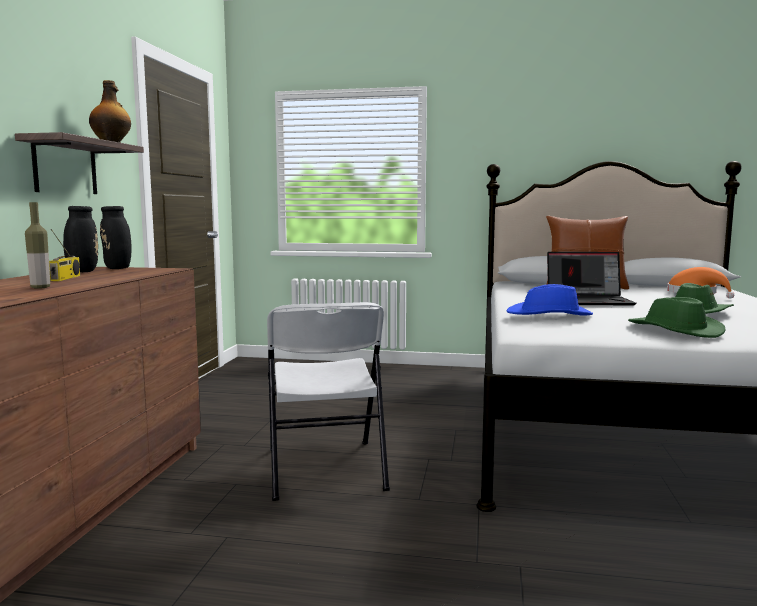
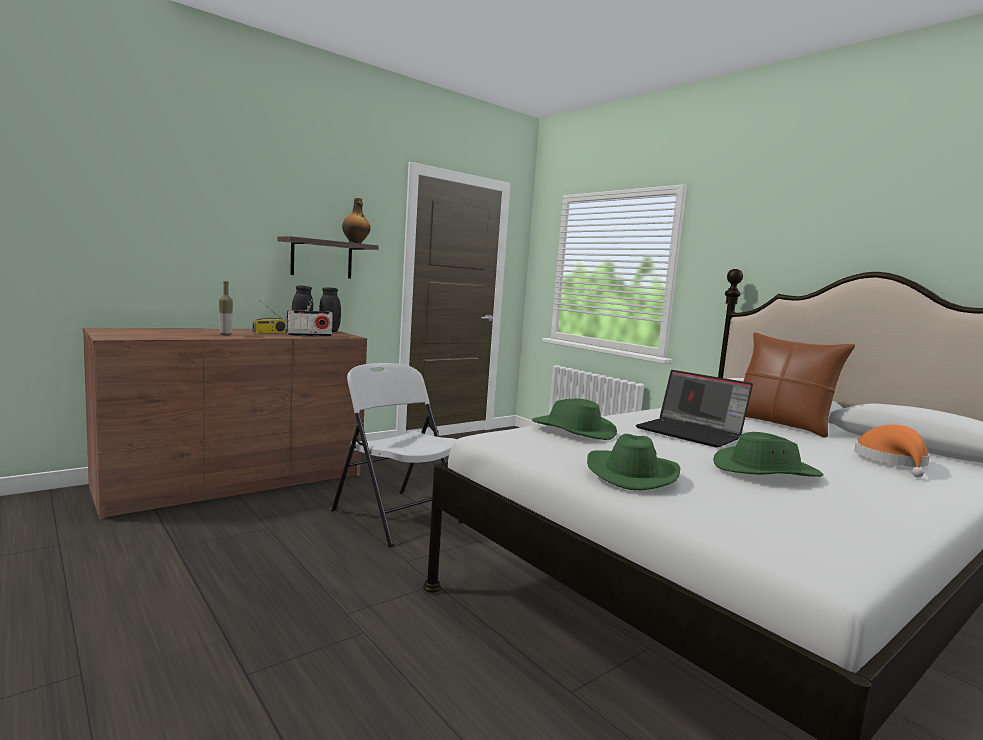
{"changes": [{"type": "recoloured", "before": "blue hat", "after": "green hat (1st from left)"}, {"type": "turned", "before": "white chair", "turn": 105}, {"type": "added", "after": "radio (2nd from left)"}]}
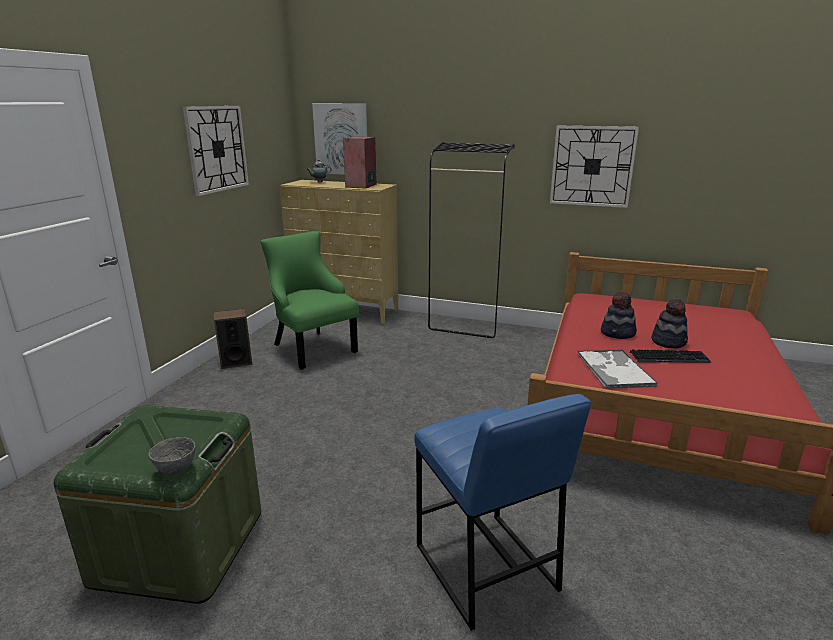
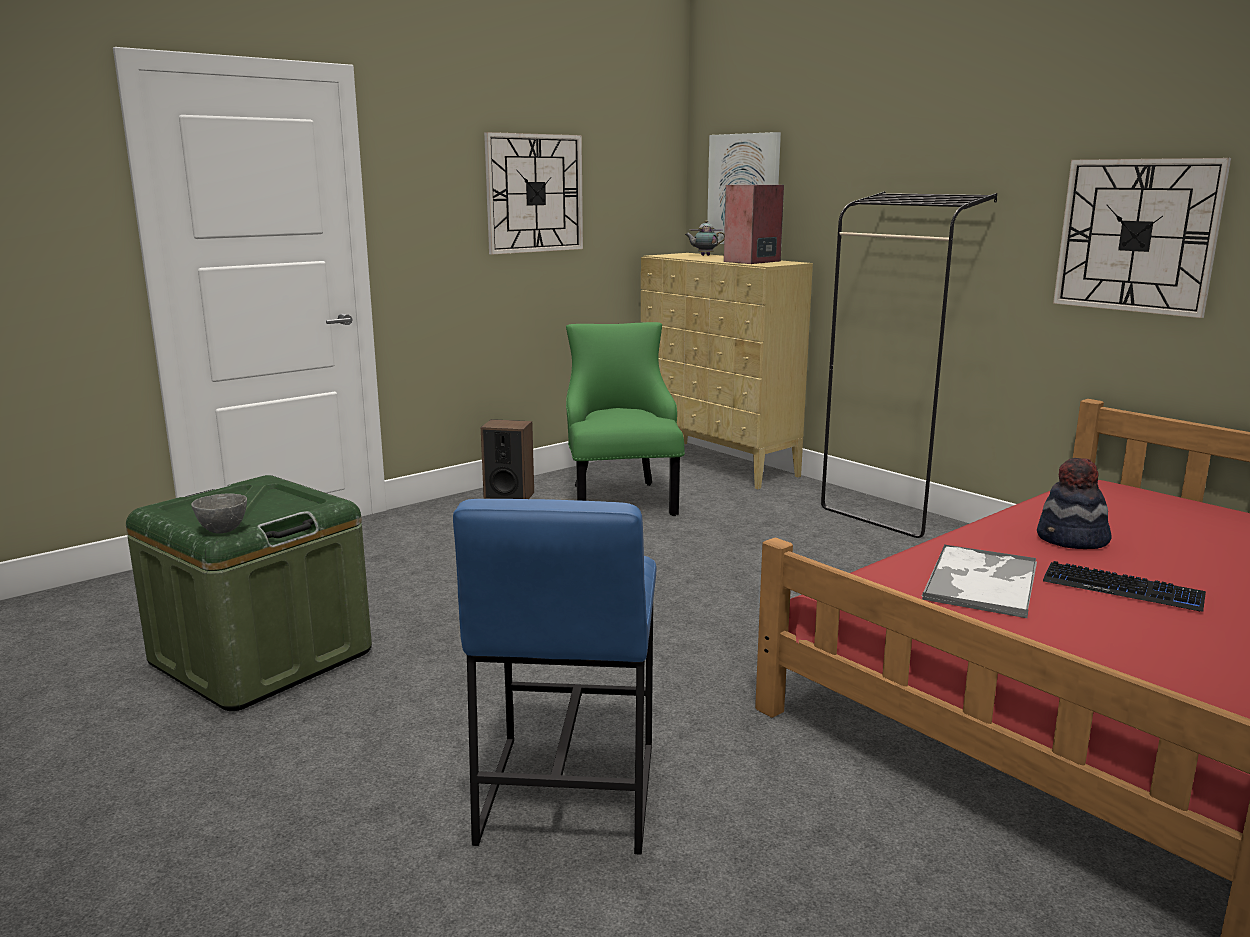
{"changes": [{"type": "removed", "before": "hat (2nd from left)"}]}
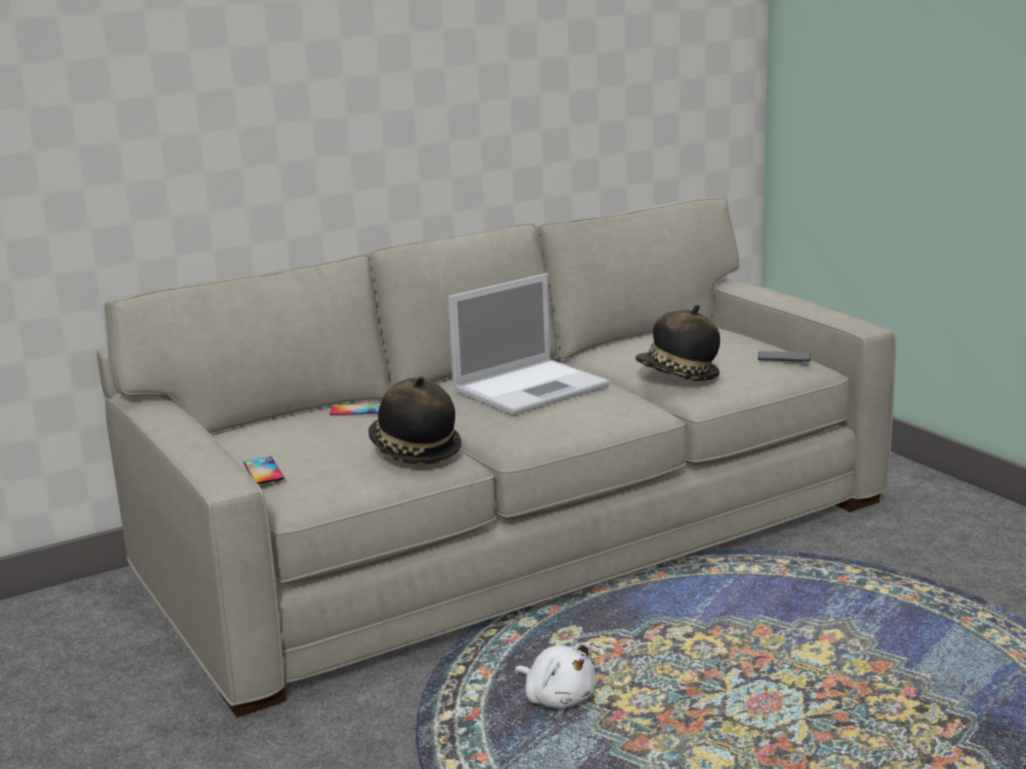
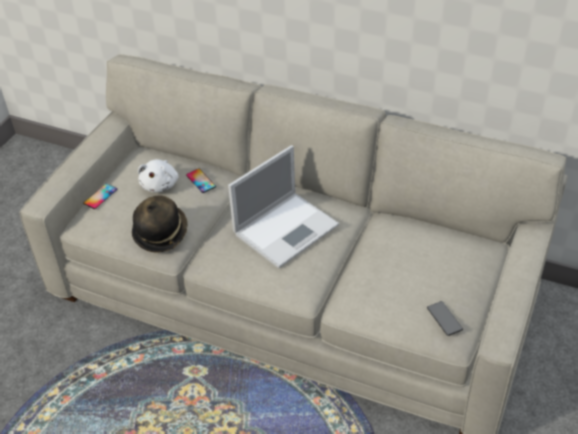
{"changes": [{"type": "turned", "before": "laptop", "turn": -60}, {"type": "removed", "before": "hat (2nd from left)"}, {"type": "moved", "before": "white plush toy"}]}
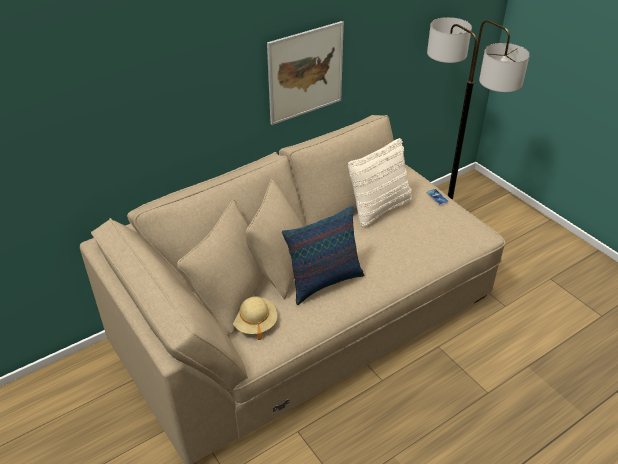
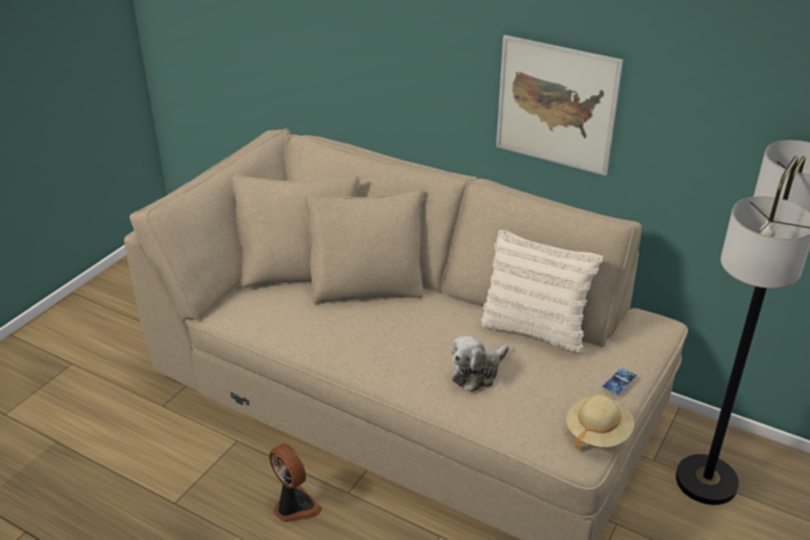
{"changes": [{"type": "removed", "before": "blue pillow"}, {"type": "moved", "before": "beige hat"}, {"type": "added", "after": "plush toy"}, {"type": "added", "after": "fan"}]}
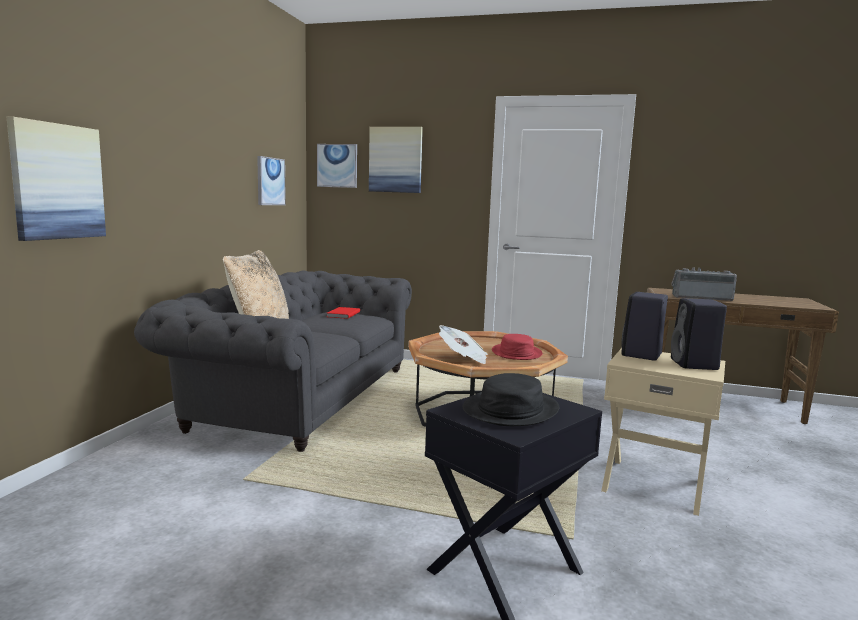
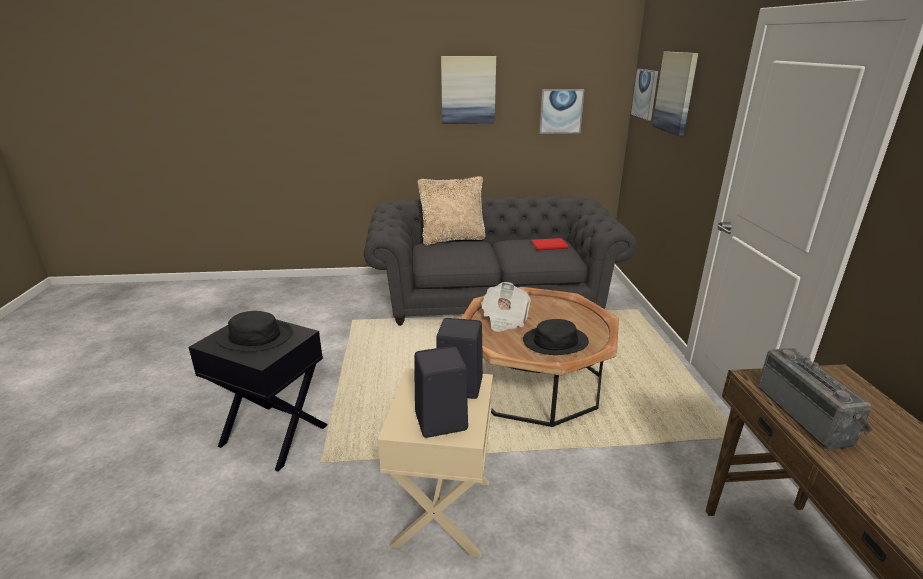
{"changes": [{"type": "moved", "before": "picture (1st from left)"}, {"type": "recoloured", "before": "red hat", "after": "black hat (2nd from left)"}]}
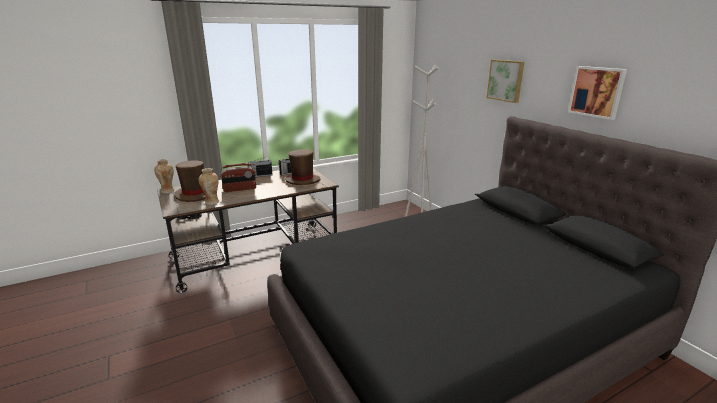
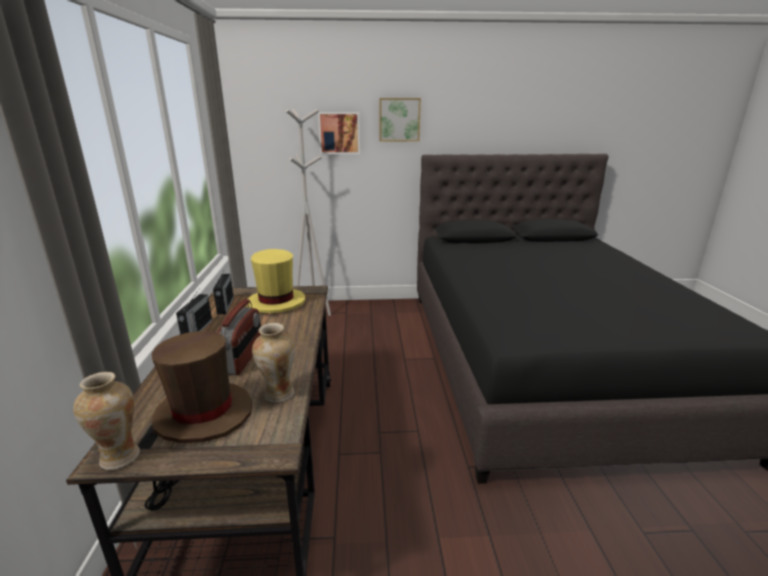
{"changes": [{"type": "moved", "before": "picture (2nd from left in the first image)", "after": "picture (1st from left)"}, {"type": "recoloured", "before": "brown hat (2nd from left)", "after": "yellow hat"}]}
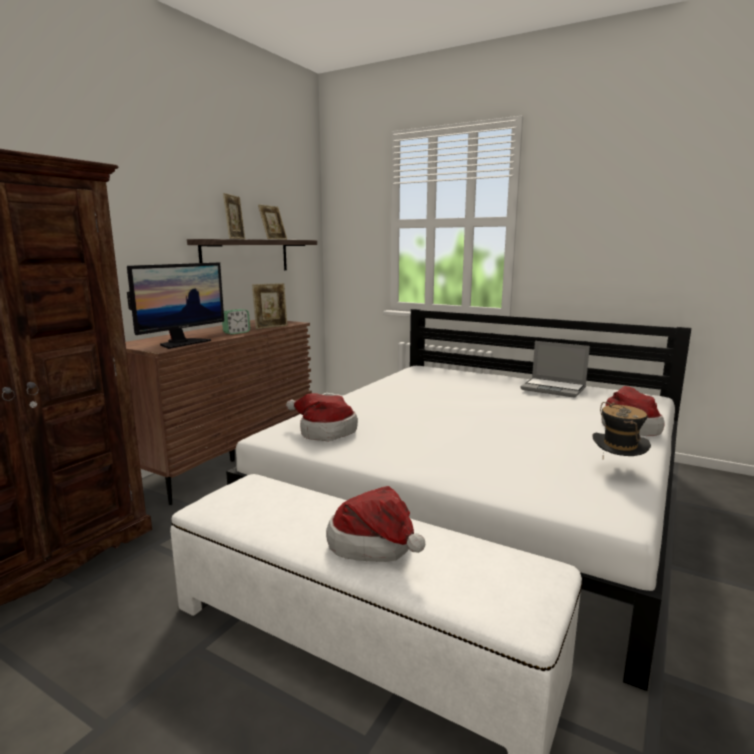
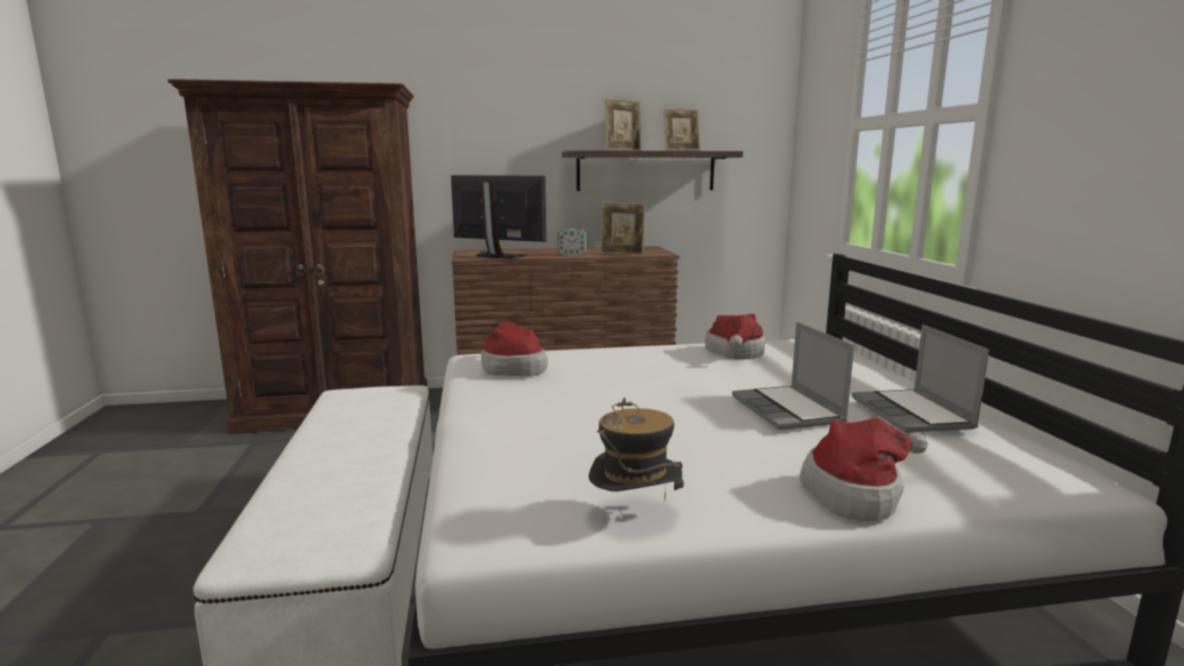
{"changes": [{"type": "turned", "before": "monitor", "turn": -150}, {"type": "moved", "before": "hat (2nd from left in the first image)", "after": "hat (3rd from left)"}, {"type": "added", "after": "laptop (1st from left)"}]}
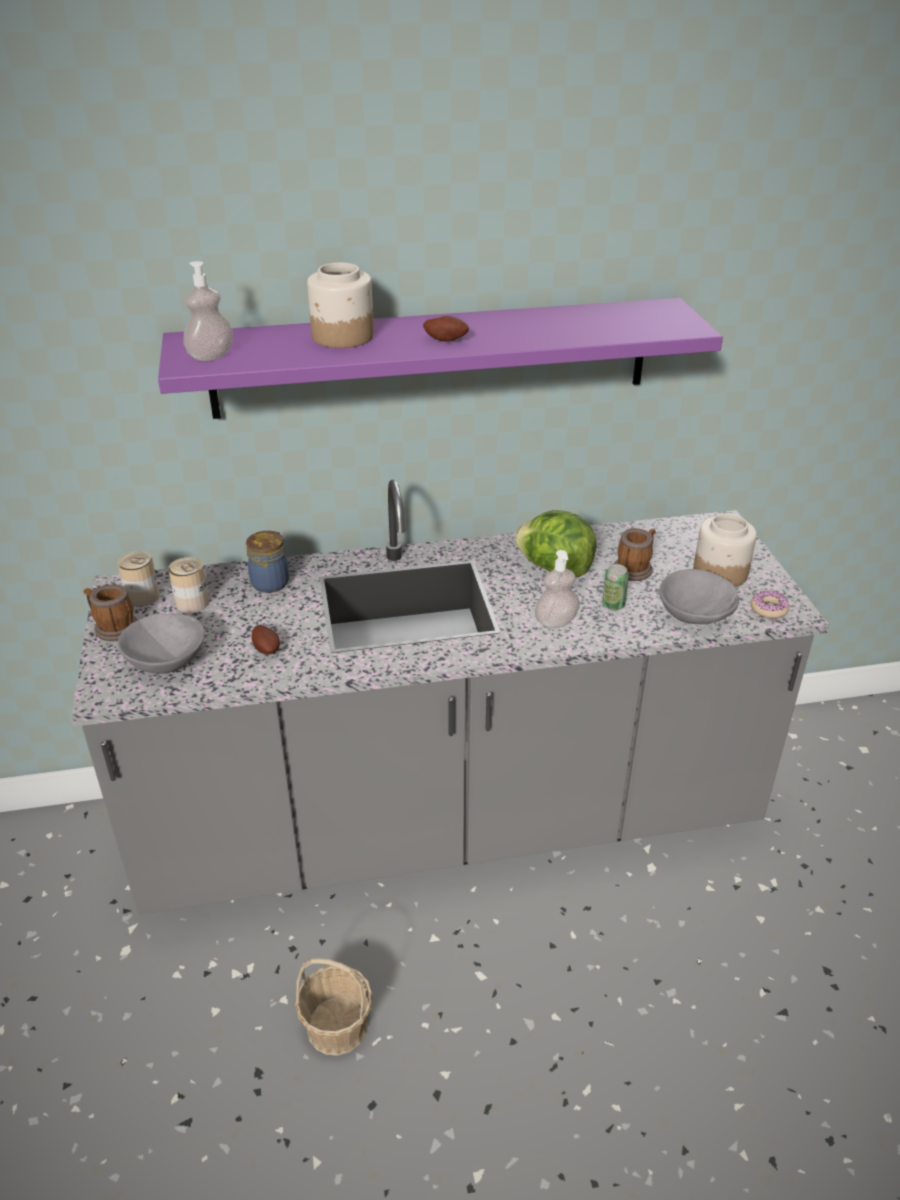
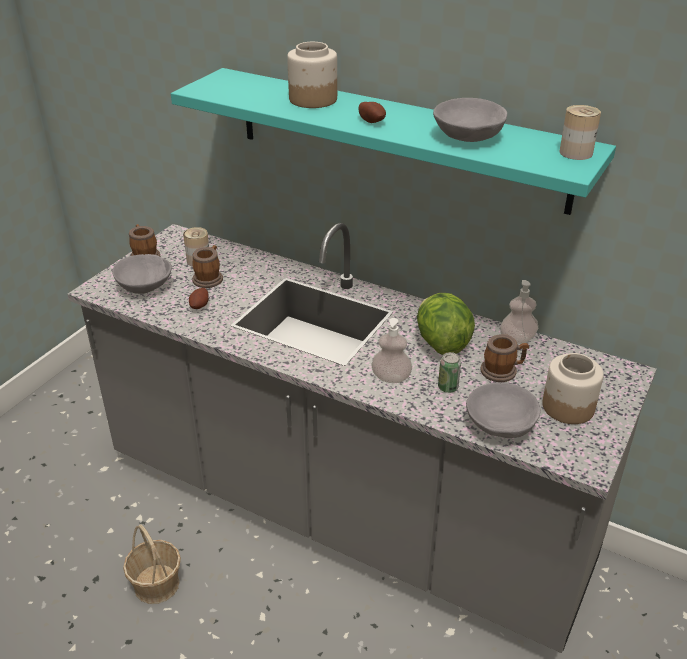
{"changes": [{"type": "moved", "before": "soap dispenser (1st from left in the first image)", "after": "soap dispenser (2nd from left)"}, {"type": "recoloured", "before": "purple shelf", "after": "turquoise shelf"}, {"type": "removed", "before": "jar (1st from left)"}, {"type": "moved", "before": "can (1st from left in the first image)", "after": "can (3rd from left)"}, {"type": "removed", "before": "donut"}, {"type": "added", "after": "grey bowl (2nd from left)"}, {"type": "added", "after": "mug (2nd from left)"}]}
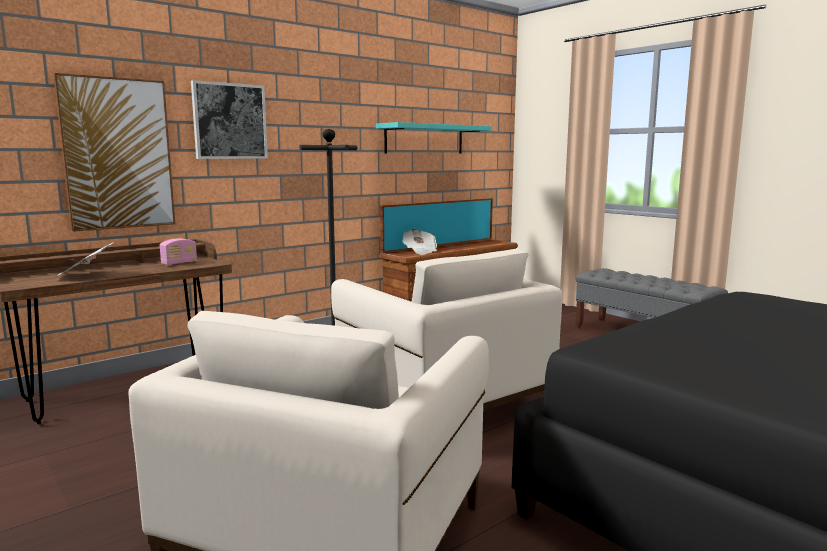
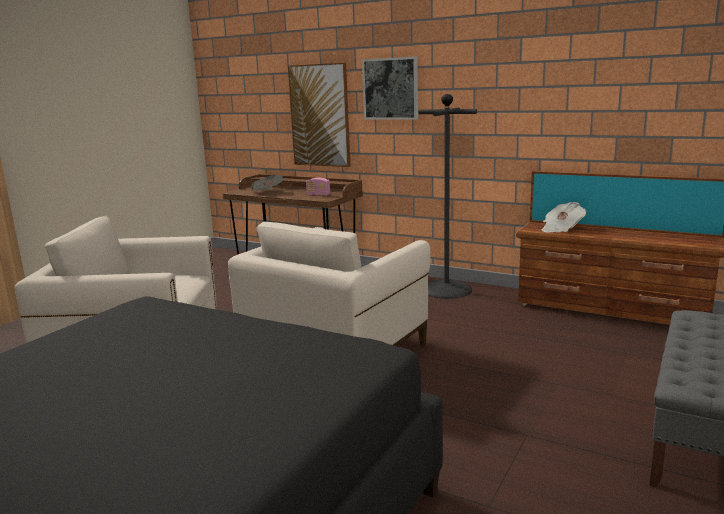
{"changes": [{"type": "removed", "before": "turquoise shelf"}]}
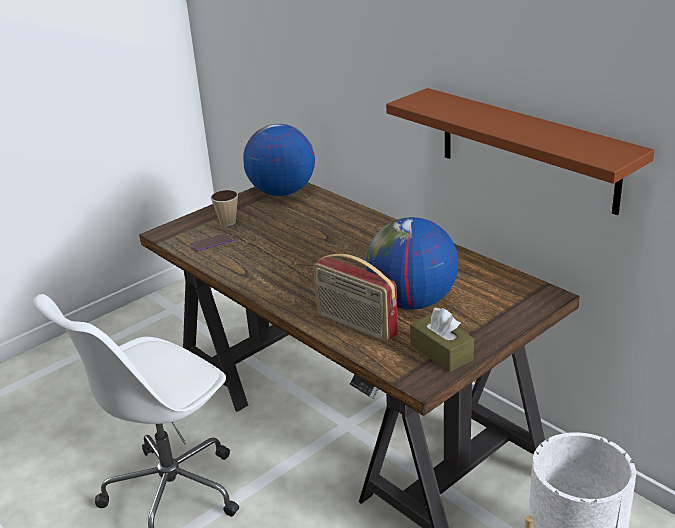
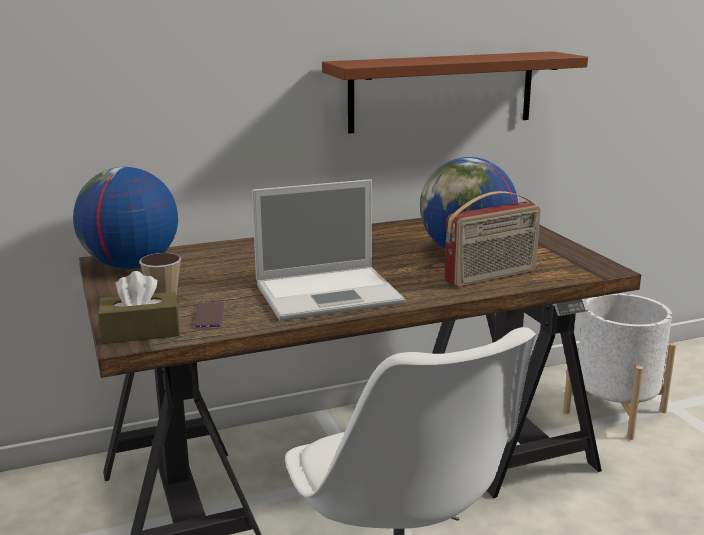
{"changes": [{"type": "moved", "before": "brown tissue box"}, {"type": "added", "after": "laptop"}]}
